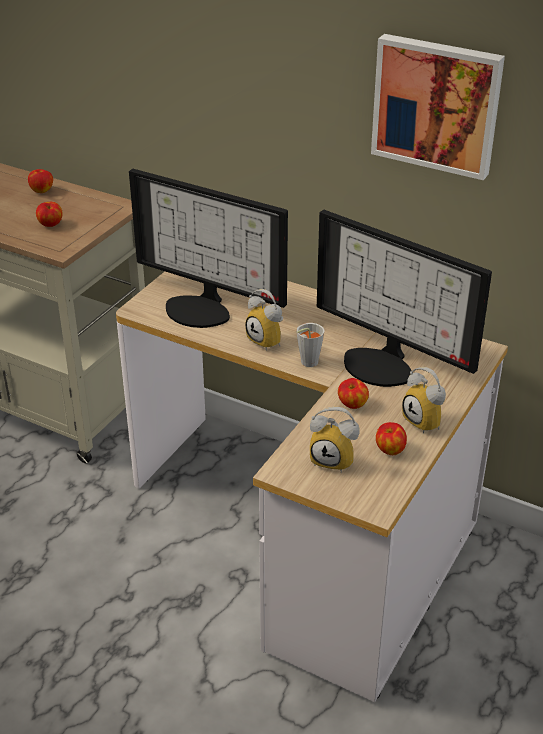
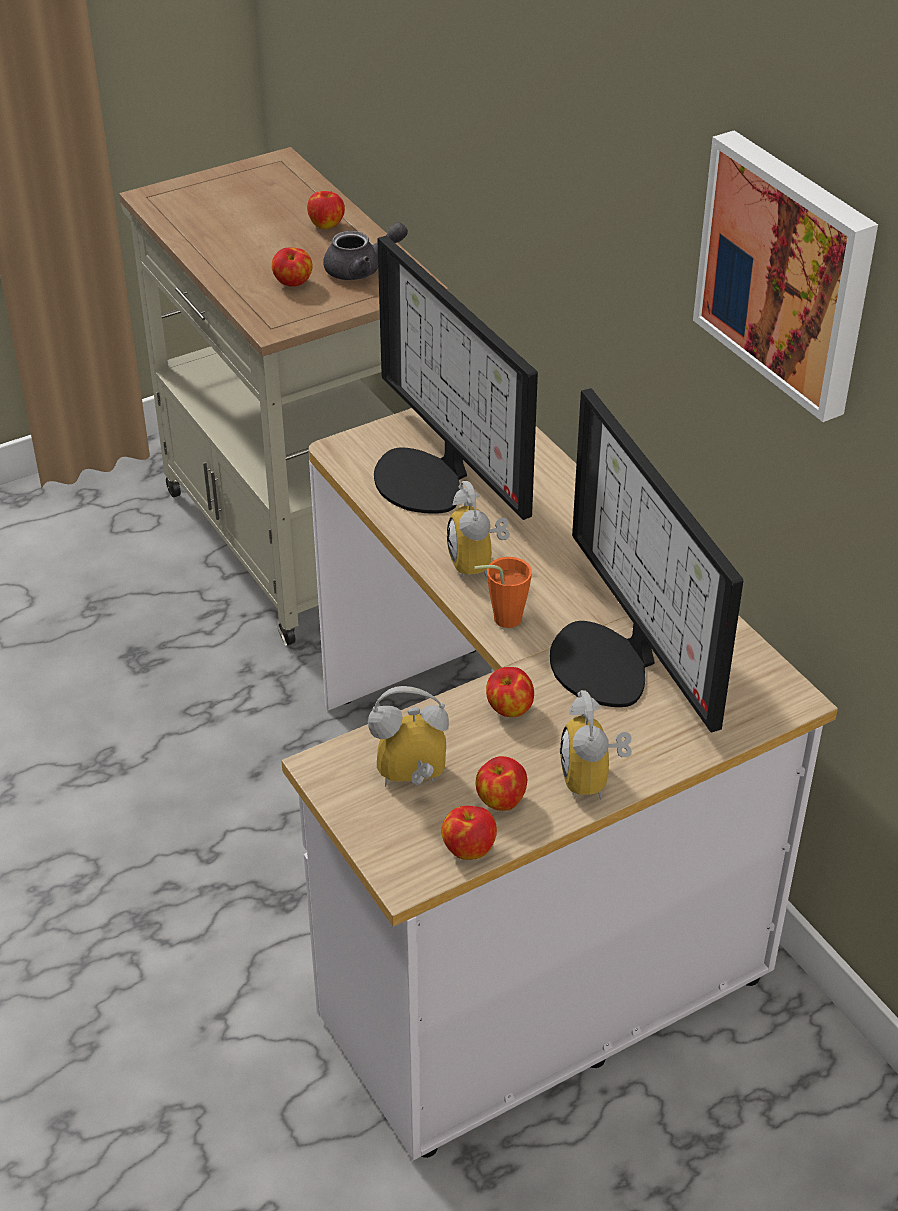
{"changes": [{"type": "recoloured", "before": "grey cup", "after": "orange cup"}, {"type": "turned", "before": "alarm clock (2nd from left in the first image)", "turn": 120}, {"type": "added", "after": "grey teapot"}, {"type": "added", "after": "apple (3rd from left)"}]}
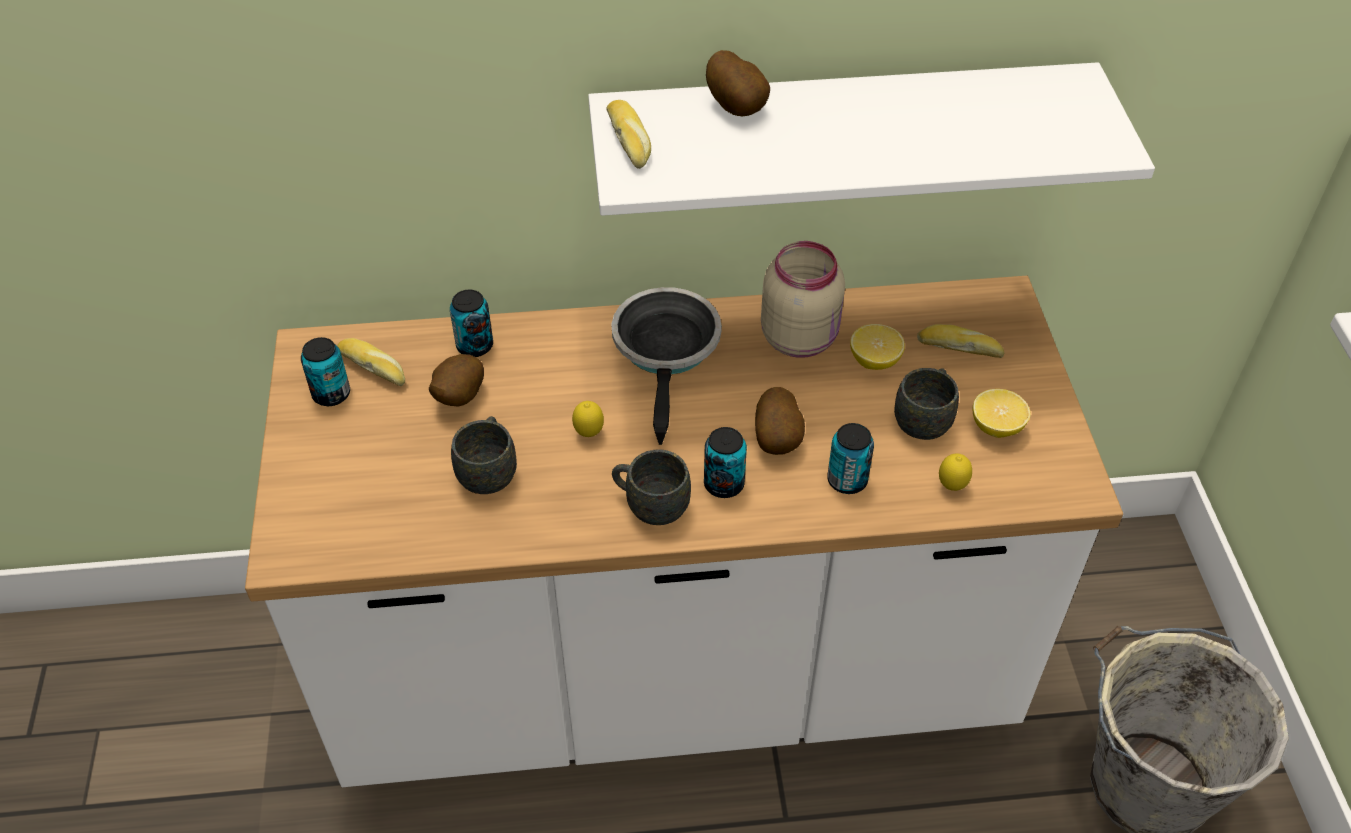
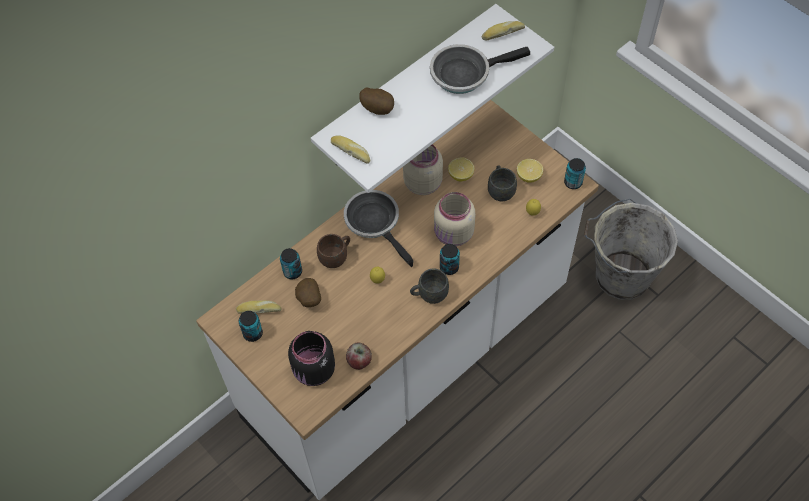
{"changes": [{"type": "moved", "before": "bread (3rd from left)"}, {"type": "replaced", "before": "potato (3rd from left)", "after": "beige jar (2nd from left)"}, {"type": "removed", "before": "grey mug (1st from left)"}, {"type": "moved", "before": "can (4th from left)"}, {"type": "added", "after": "frying pan (2nd from left)"}, {"type": "added", "after": "brown mug"}, {"type": "added", "after": "black jar"}, {"type": "added", "after": "apple"}]}
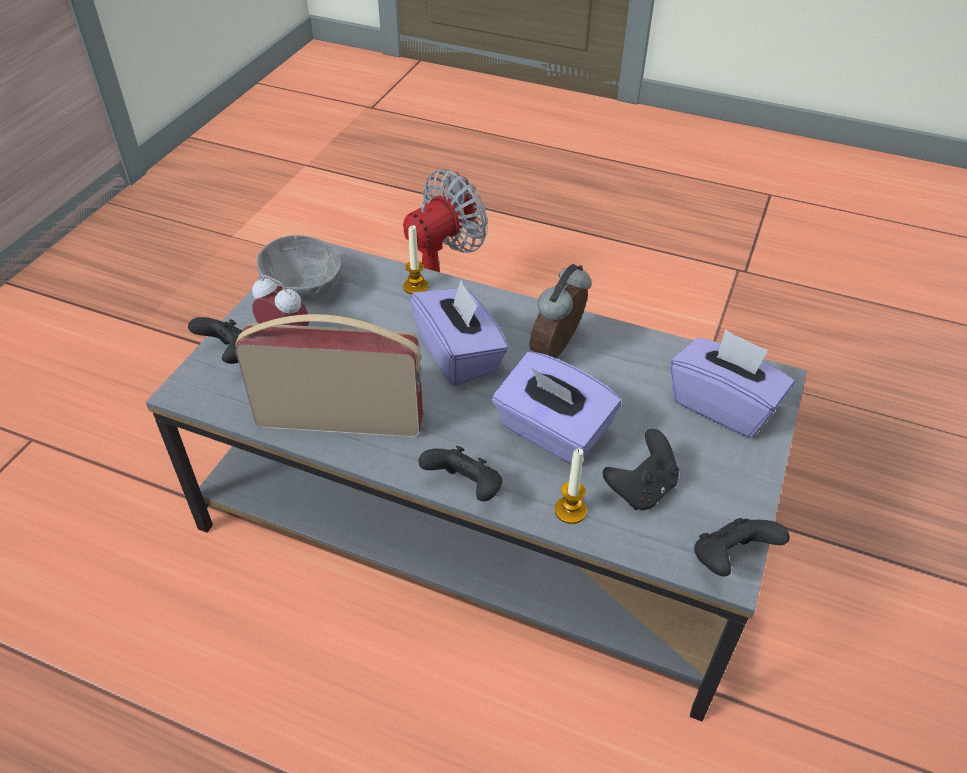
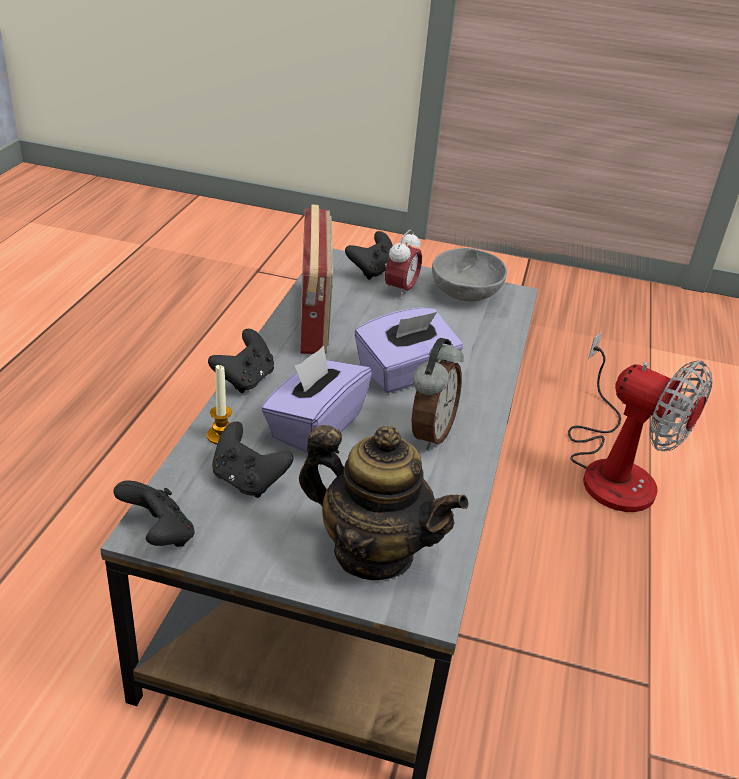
{"changes": [{"type": "removed", "before": "candle (1st from left)"}, {"type": "turned", "before": "alarm clock (2nd from left)", "turn": 90}, {"type": "replaced", "before": "purple tissue box (3rd from left)", "after": "teapot"}]}
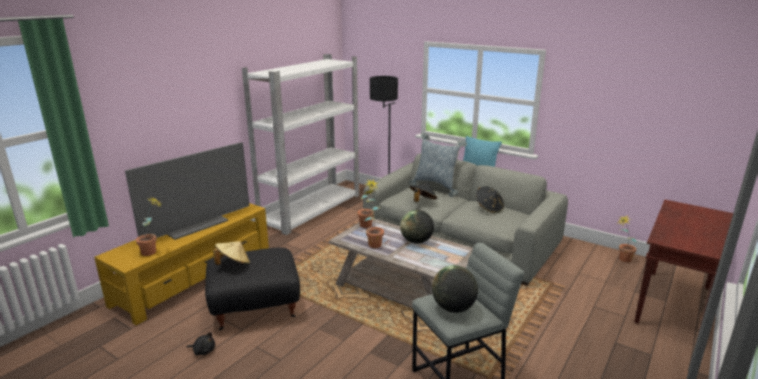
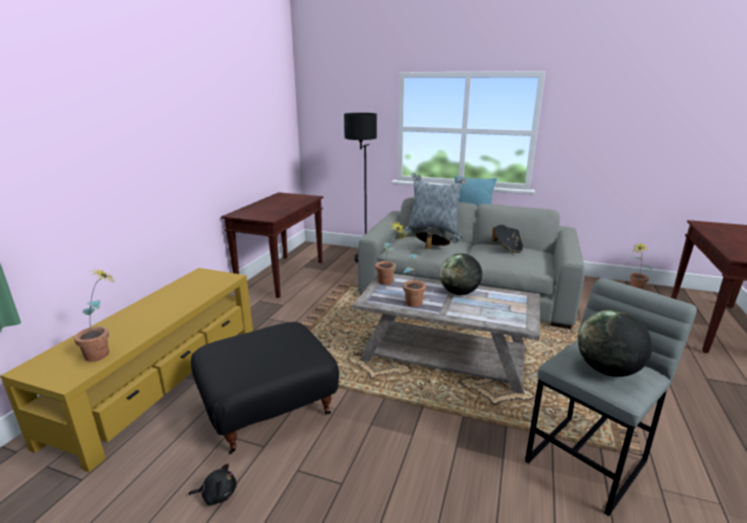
{"changes": [{"type": "replaced", "before": "white bookcase", "after": "brown console table (1st from left)"}, {"type": "removed", "before": "television"}, {"type": "removed", "before": "beige hat"}]}
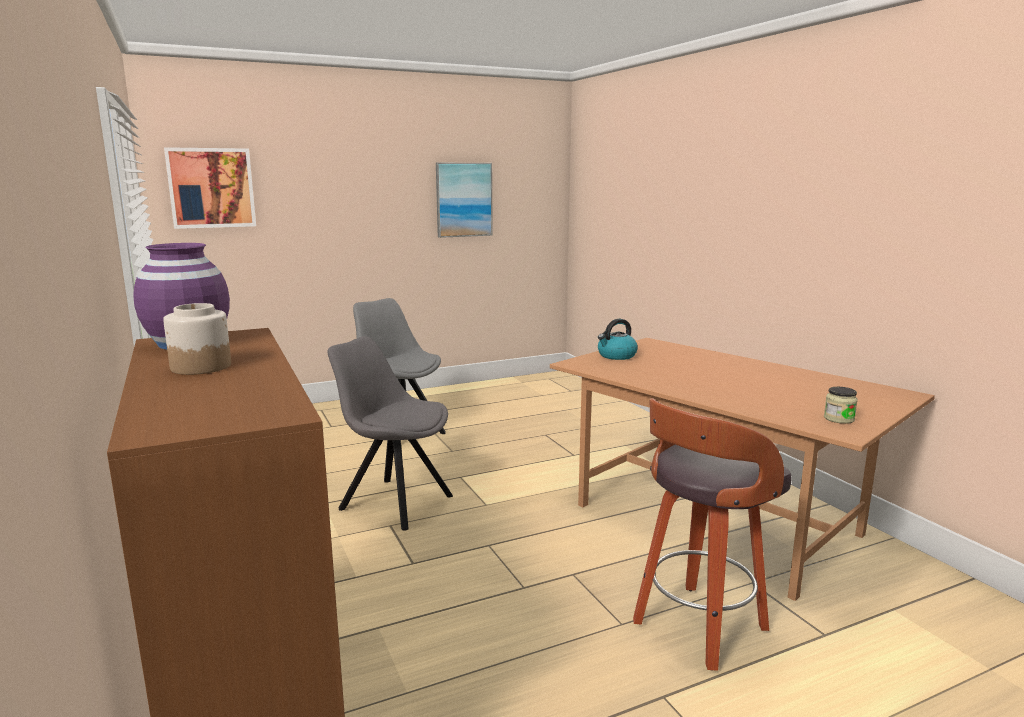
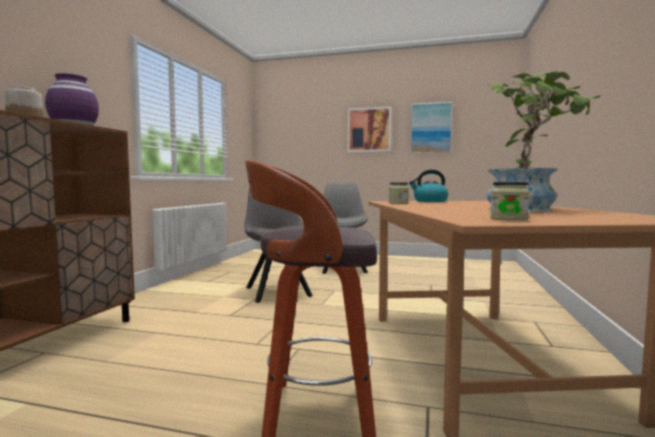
{"changes": [{"type": "moved", "before": "picture (1st from left)"}, {"type": "added", "after": "potted plant"}, {"type": "added", "after": "jar (2nd from left)"}]}
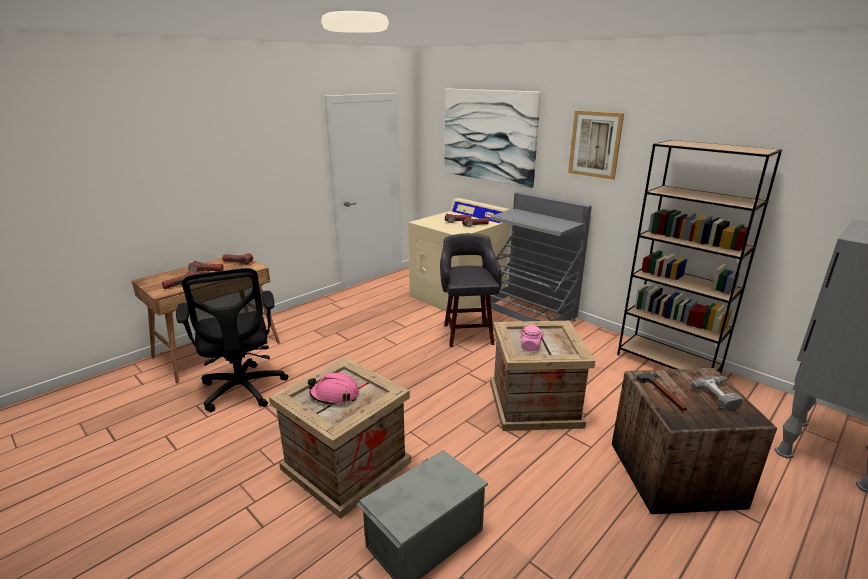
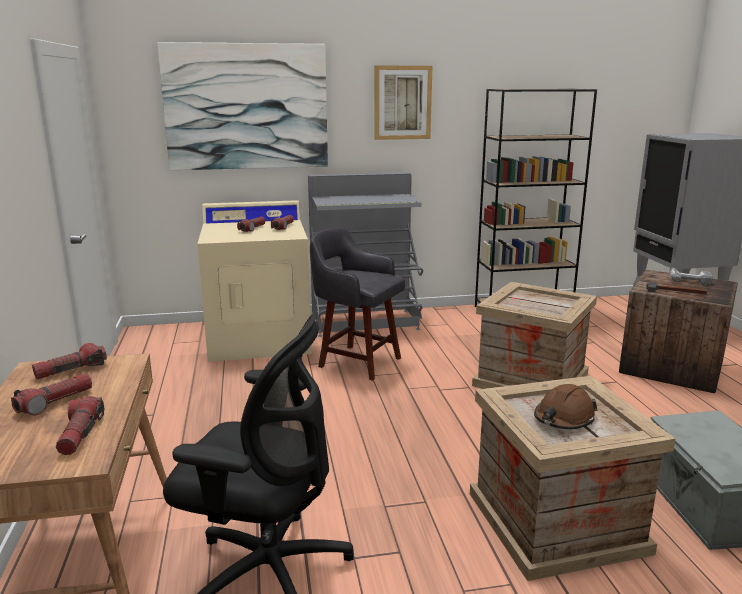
{"changes": [{"type": "removed", "before": "pink jar"}, {"type": "recoloured", "before": "pink hard hat", "after": "brown hard hat"}]}
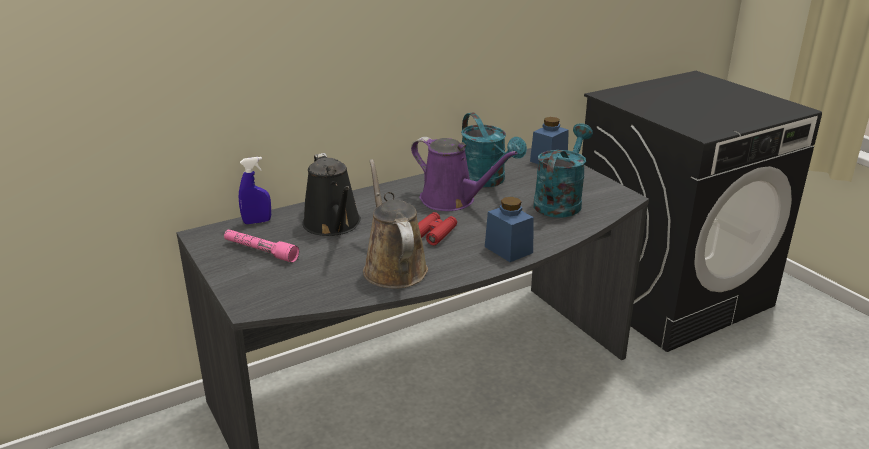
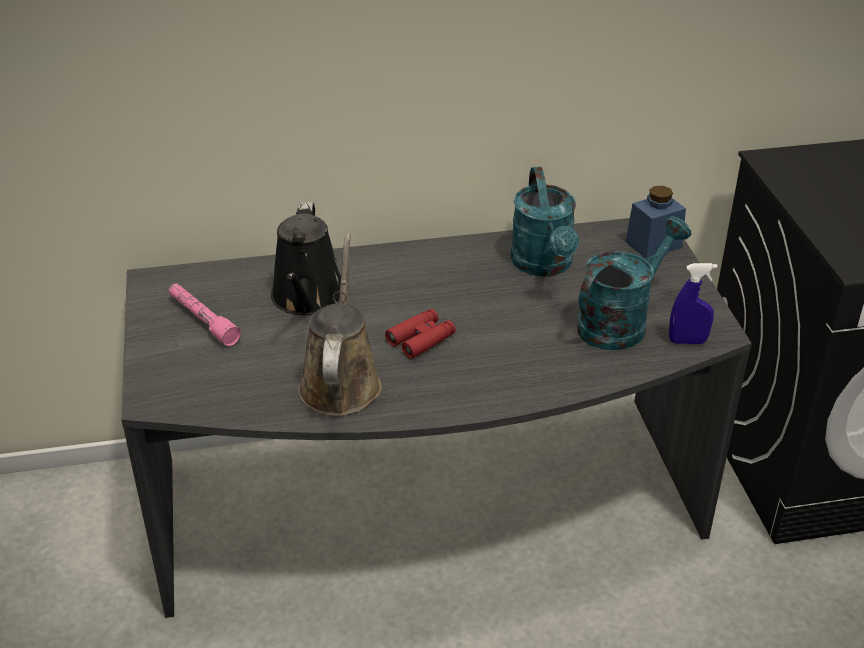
{"changes": [{"type": "removed", "before": "purple watering can"}, {"type": "moved", "before": "blue spray bottle"}, {"type": "removed", "before": "blue jar (1st from left)"}]}
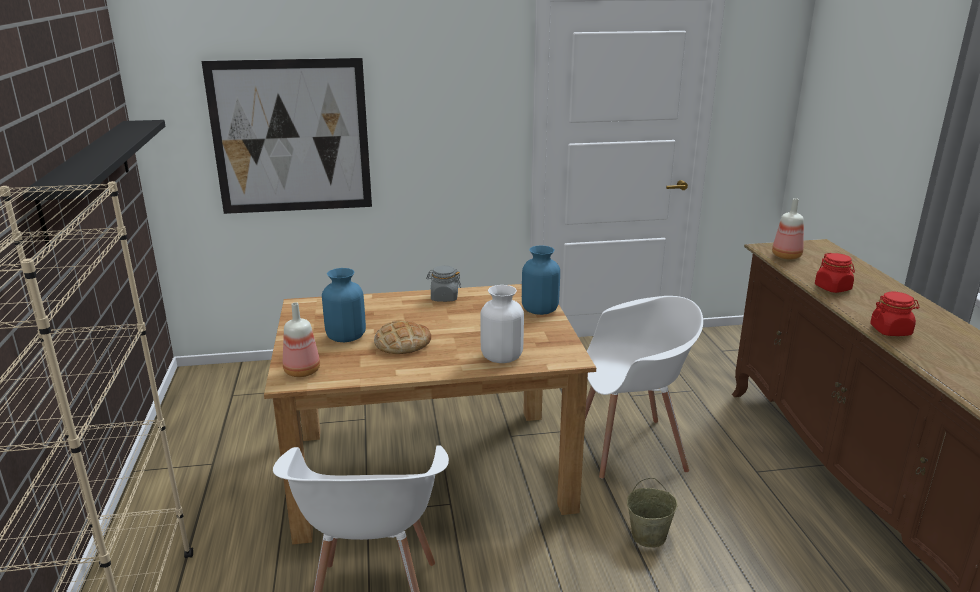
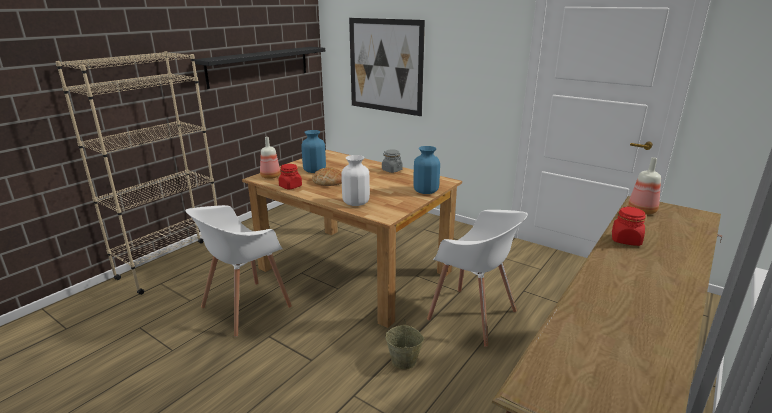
{"changes": [{"type": "moved", "before": "red jar (2nd from left in the first image)", "after": "red jar (1st from left)"}]}
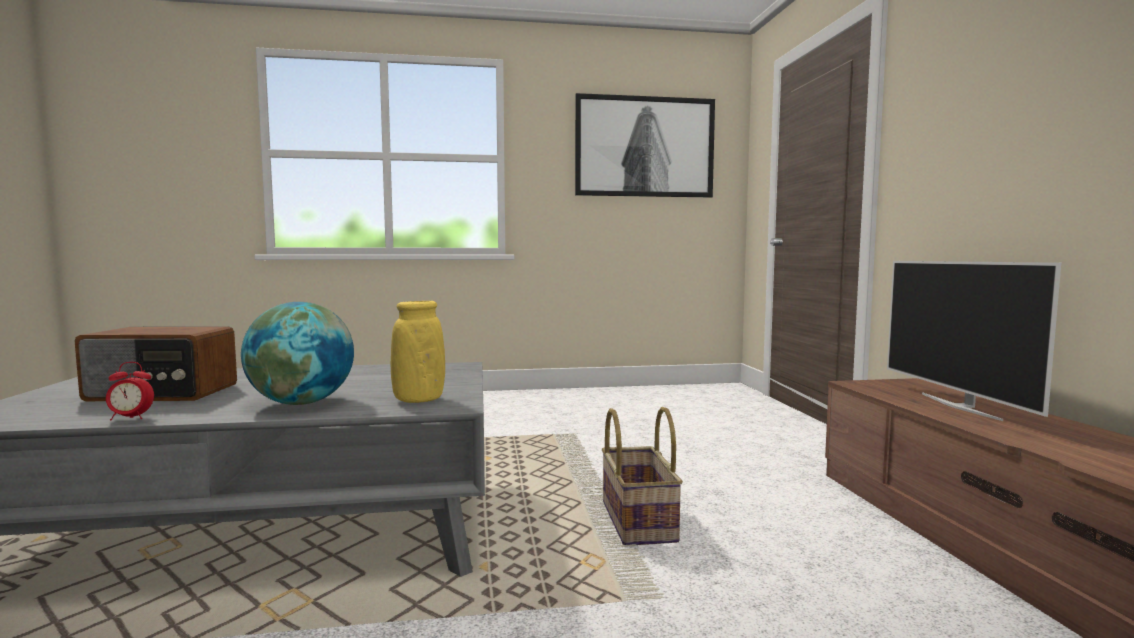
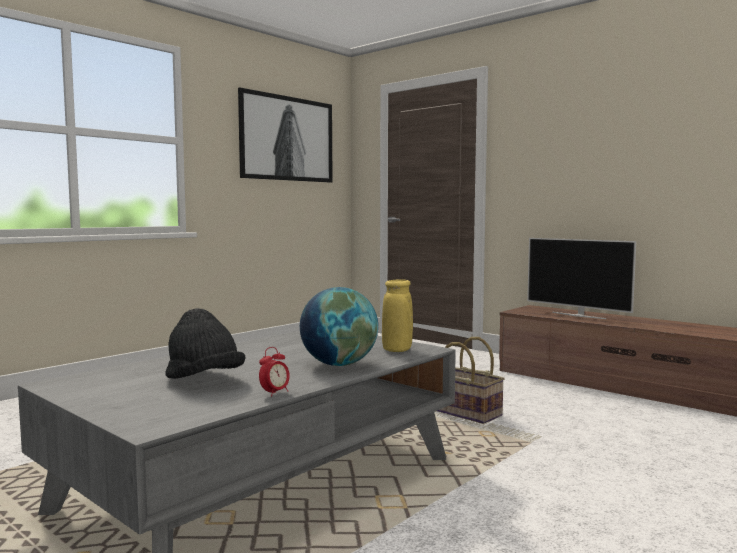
{"changes": [{"type": "replaced", "before": "radio", "after": "black hat"}]}
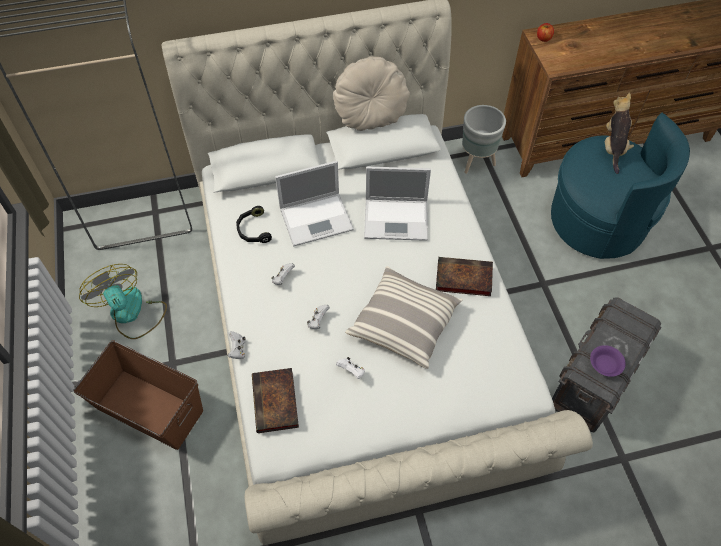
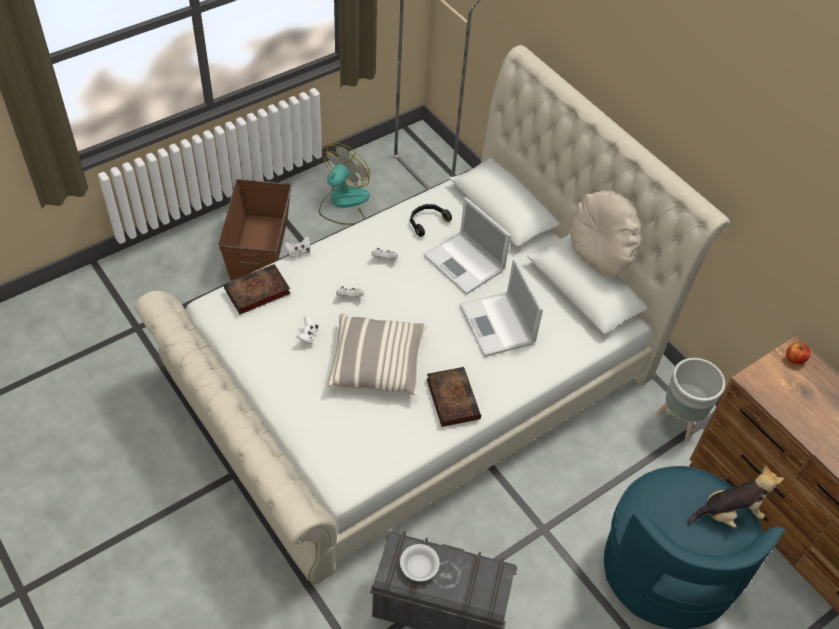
{"changes": [{"type": "recoloured", "before": "purple bowl", "after": "white bowl"}]}
